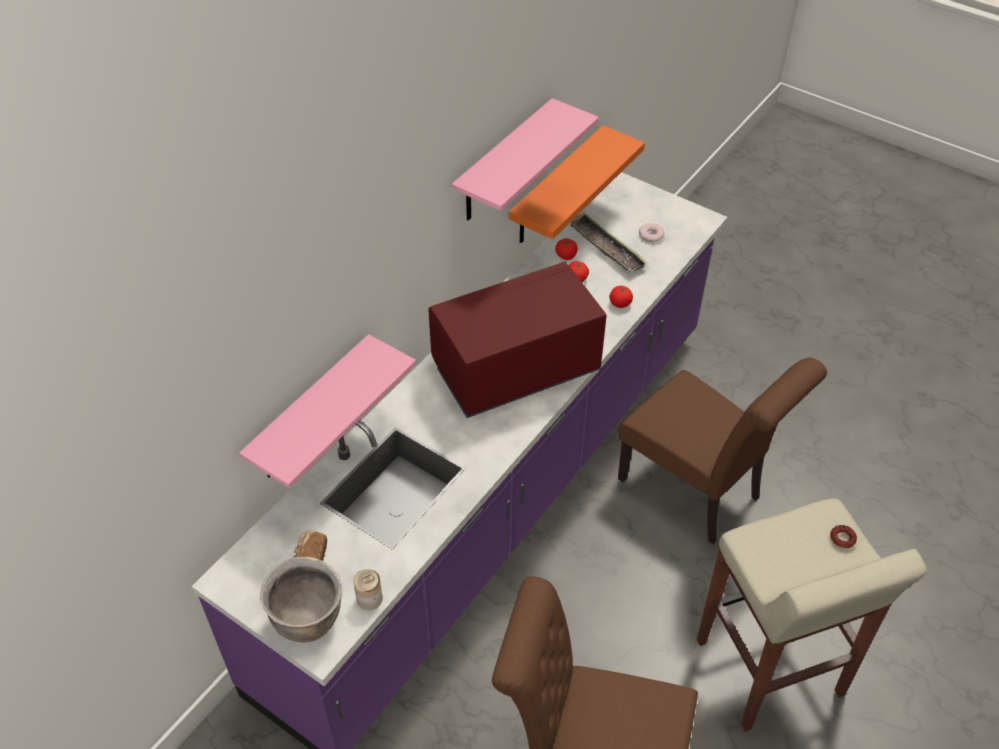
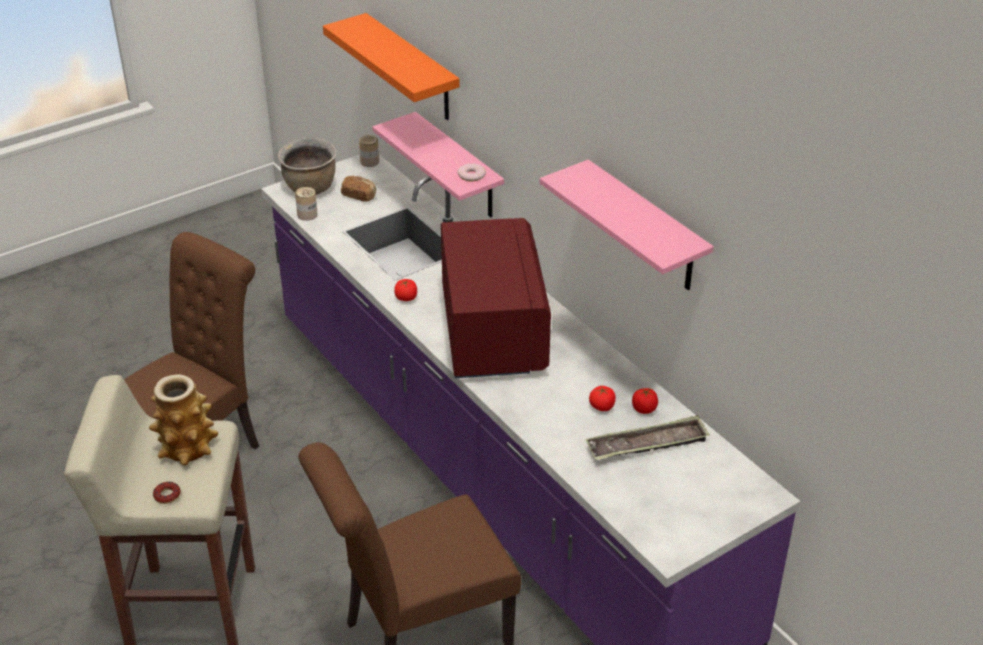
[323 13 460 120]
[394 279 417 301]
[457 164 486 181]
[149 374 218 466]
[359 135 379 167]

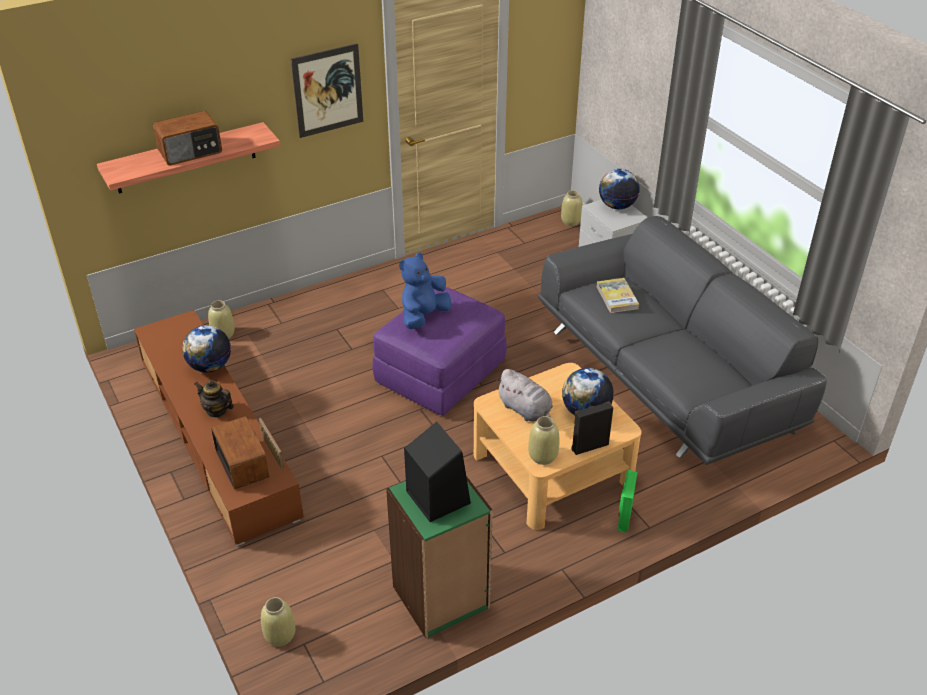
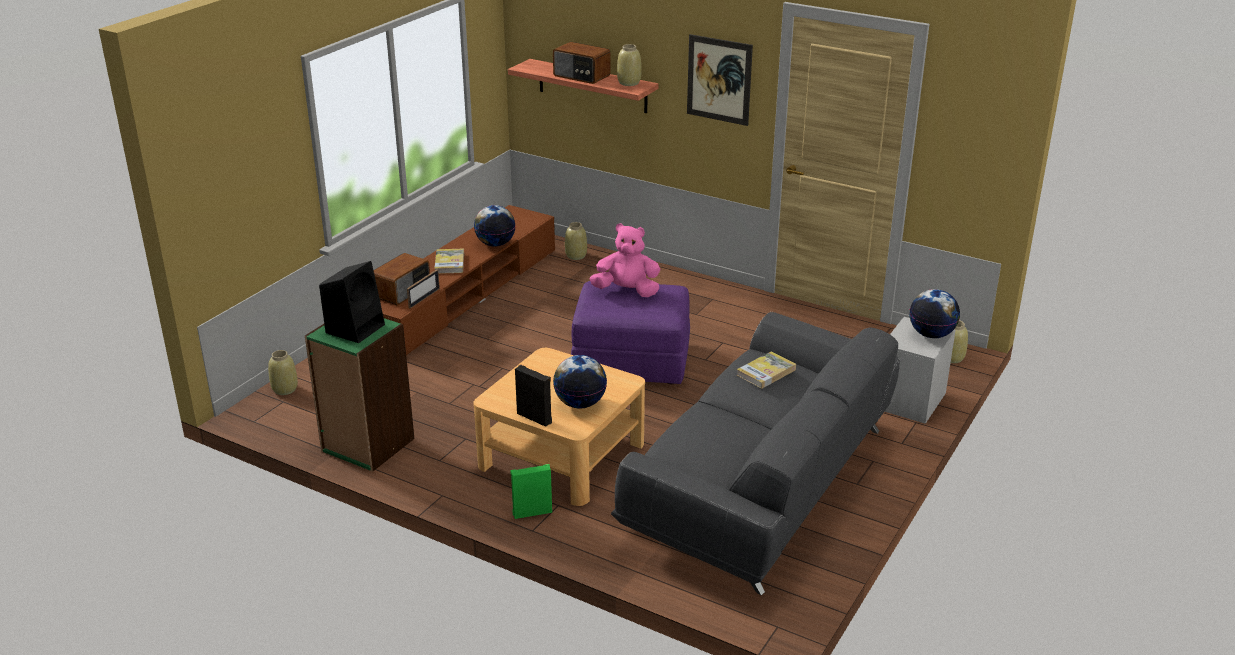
[434 248 464 274]
[590 223 660 297]
[496 369 553 421] (first image)
[617 44 641 86]

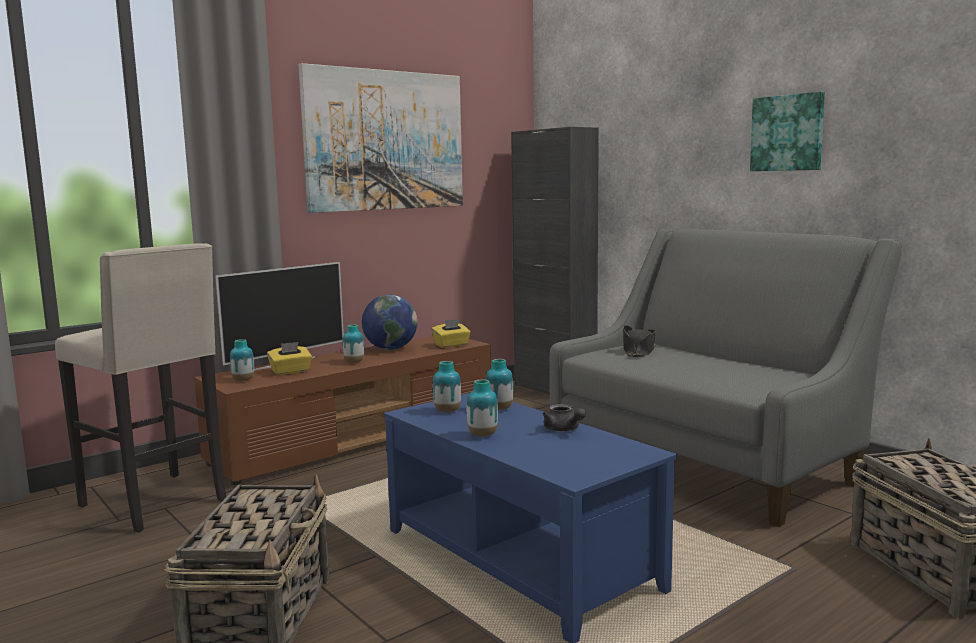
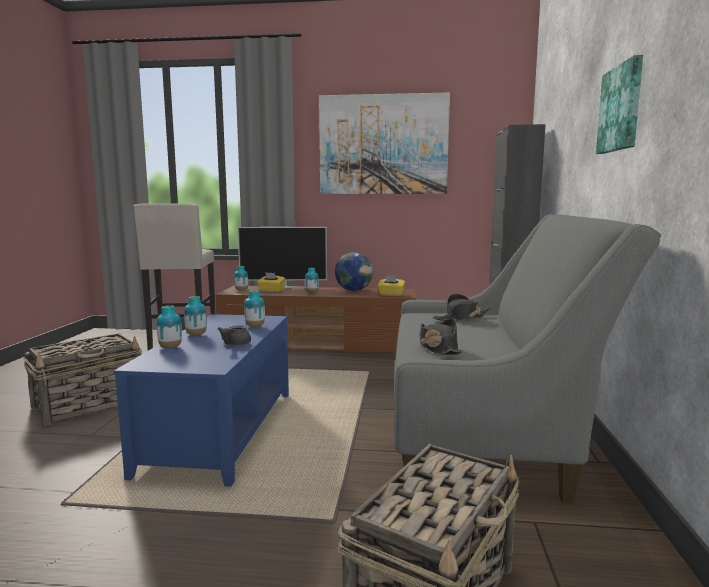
[157 305 182 349]
[419 319 463 355]

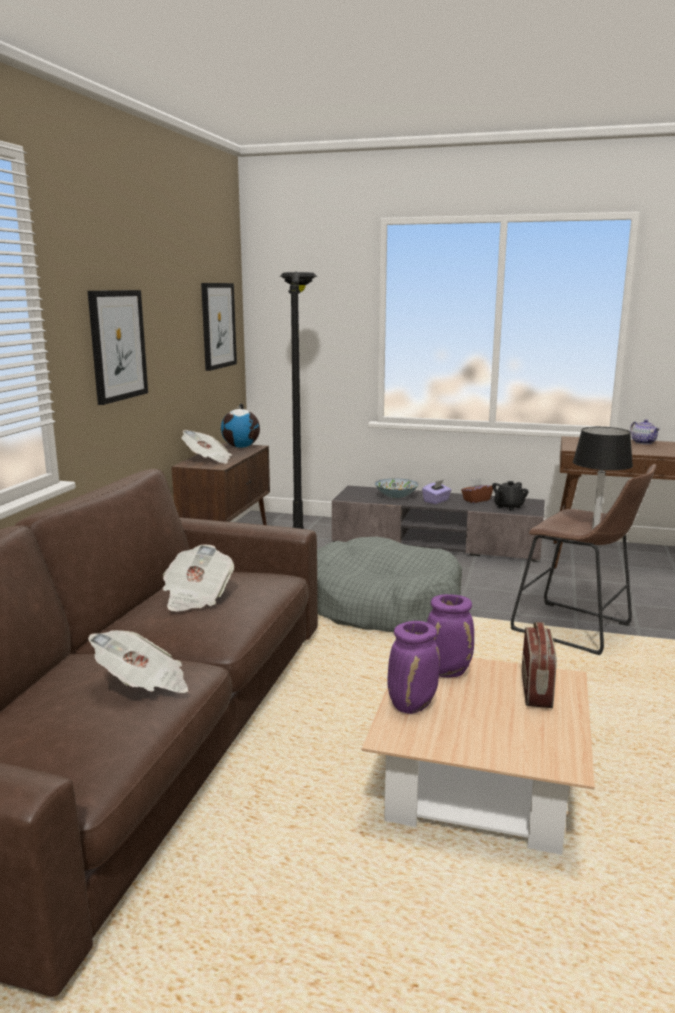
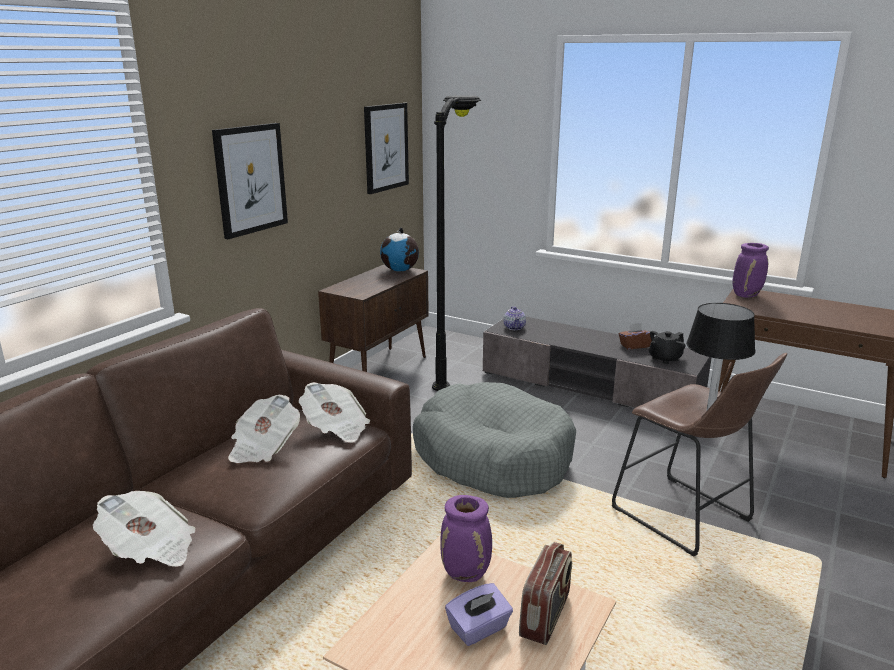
[299 382 370 443]
[375 479 419 498] (first image)
[732 243 769 298]
[445 583 513 646]
[503 306 526 330]

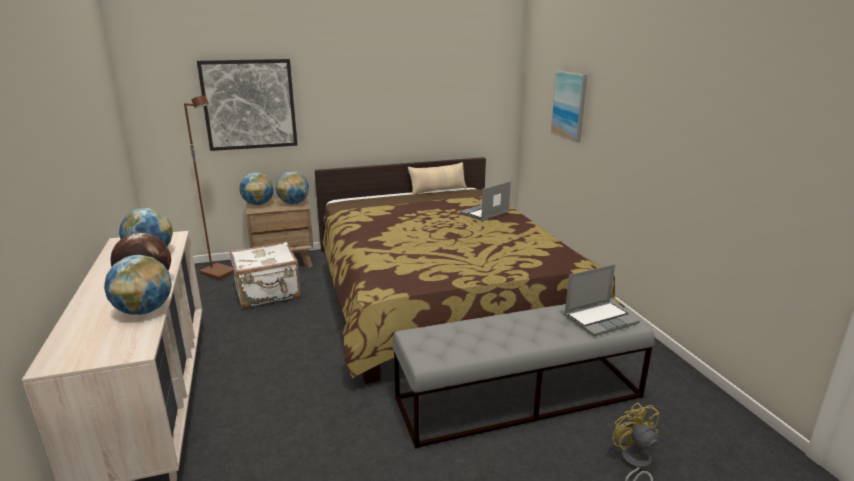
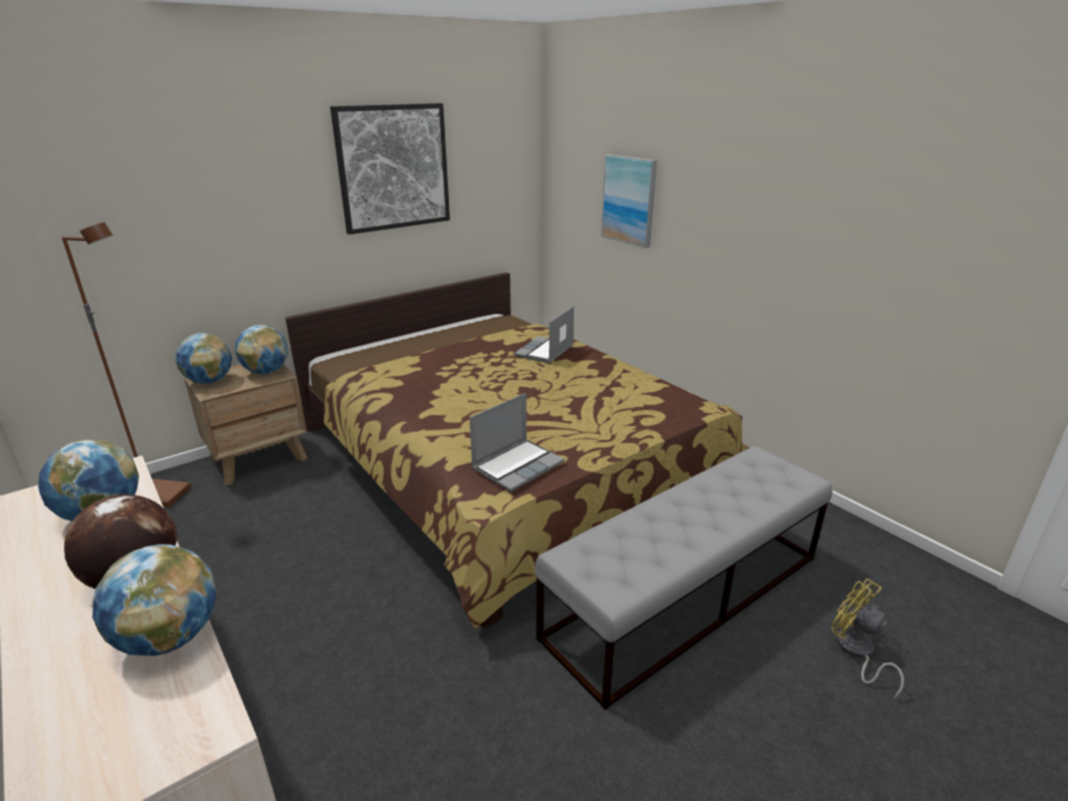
[330 103 450 235]
[229 242 300 308] (first image)
[408 162 467 195] (first image)
[470 393 564 492]

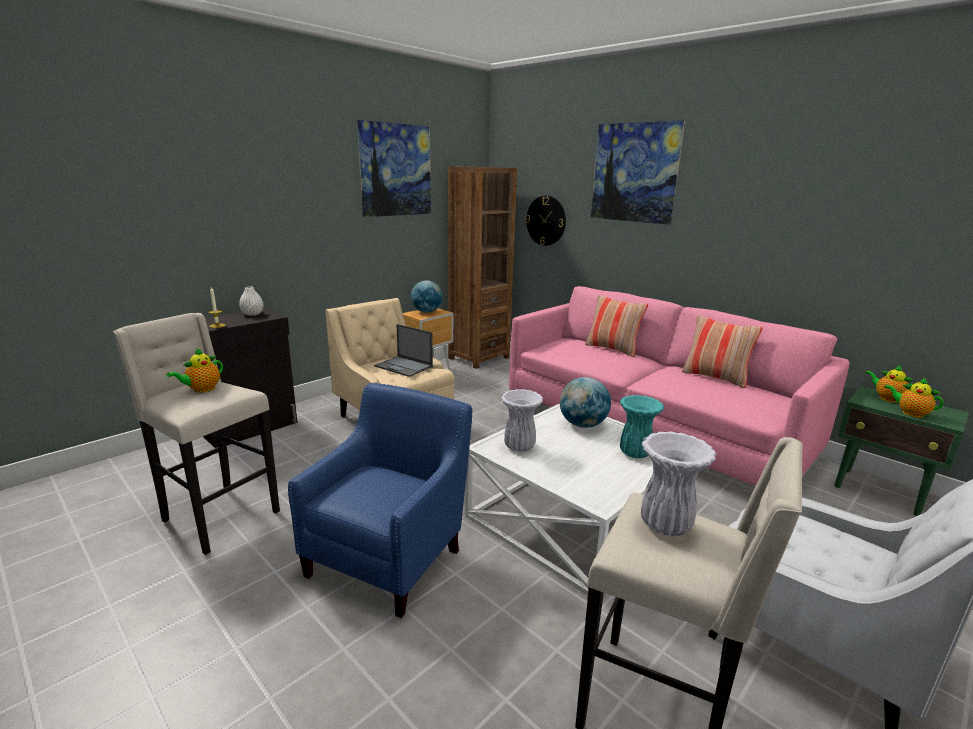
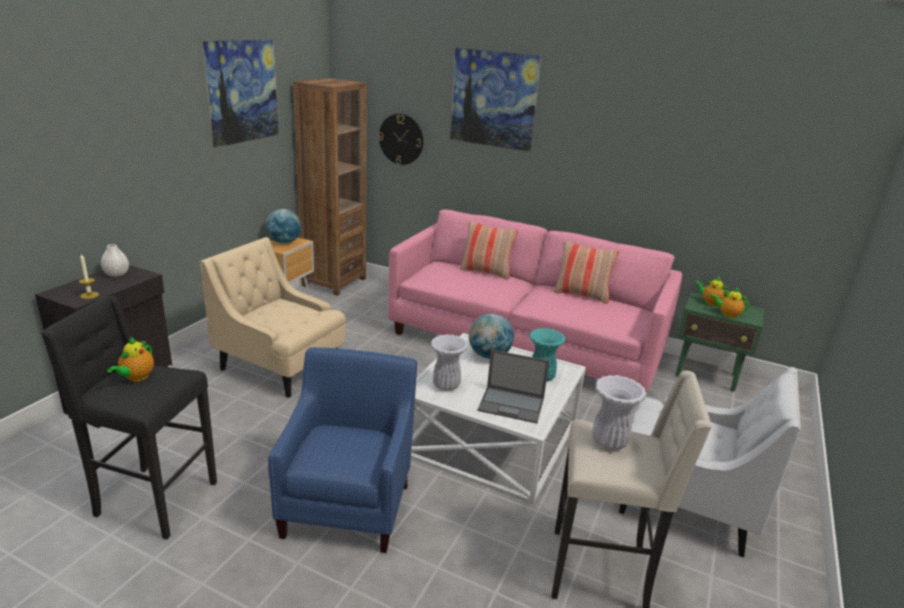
[41 296 217 539]
[478 350 549 423]

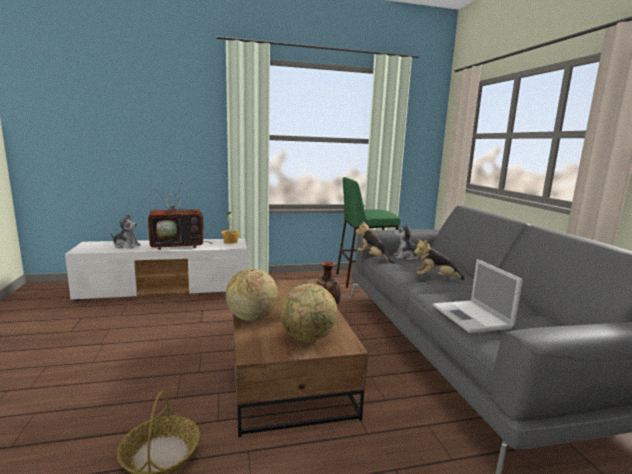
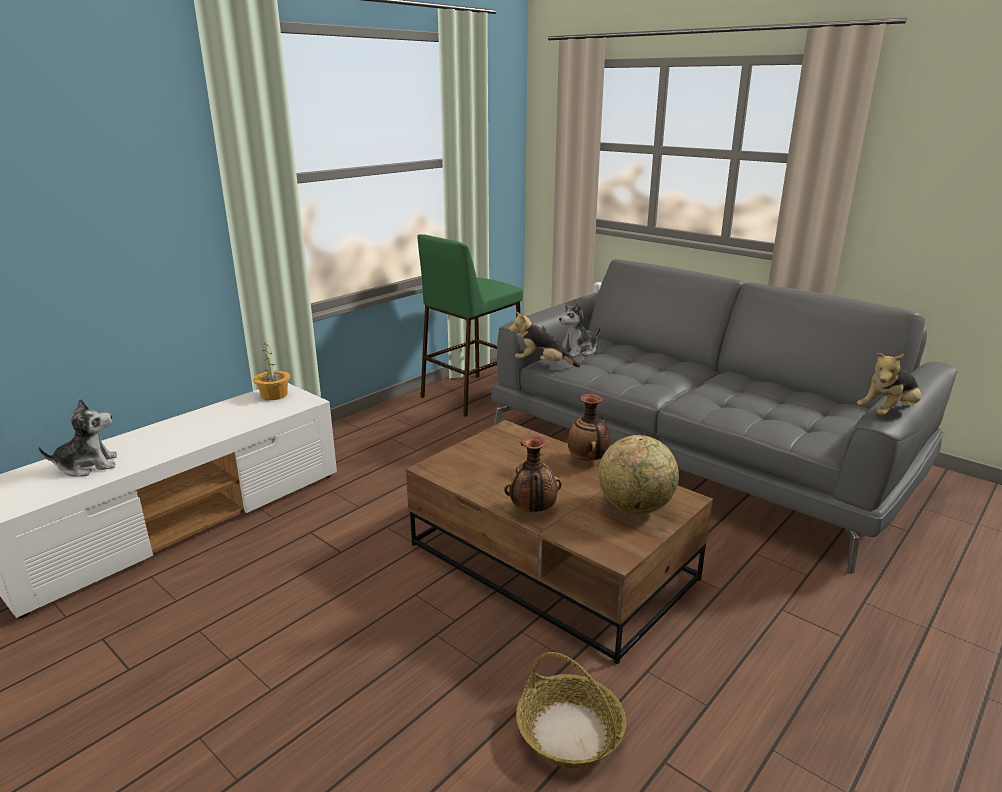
[148 180 212 250] (first image)
[504 436 561 512]
[857 353 921 416]
[433 259 523 333] (first image)

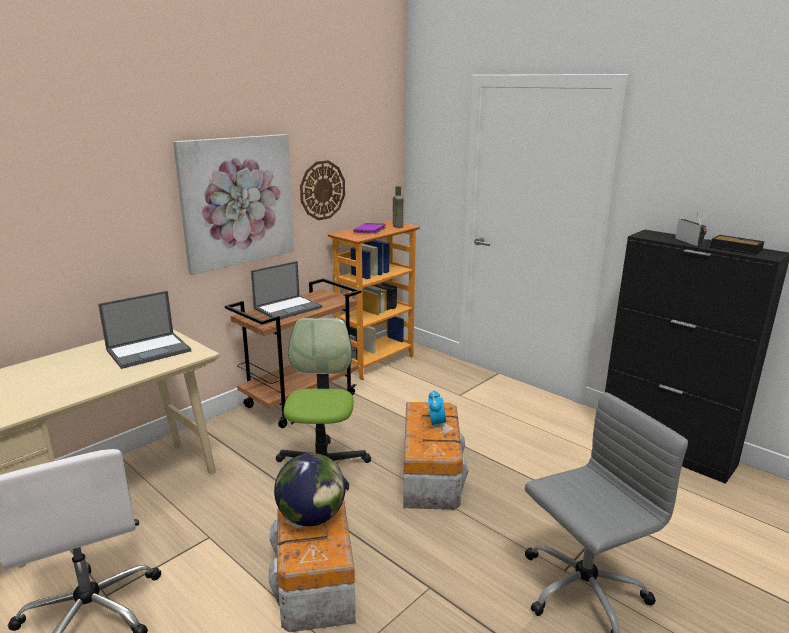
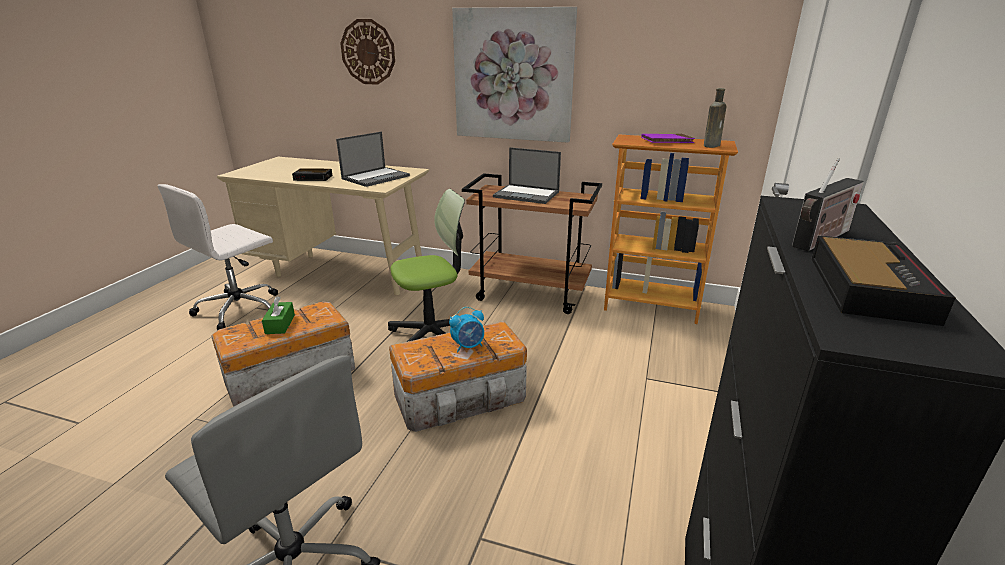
[336 132 410 187]
[262 296 295 334]
[340 19 395 85]
[292 168 333 181]

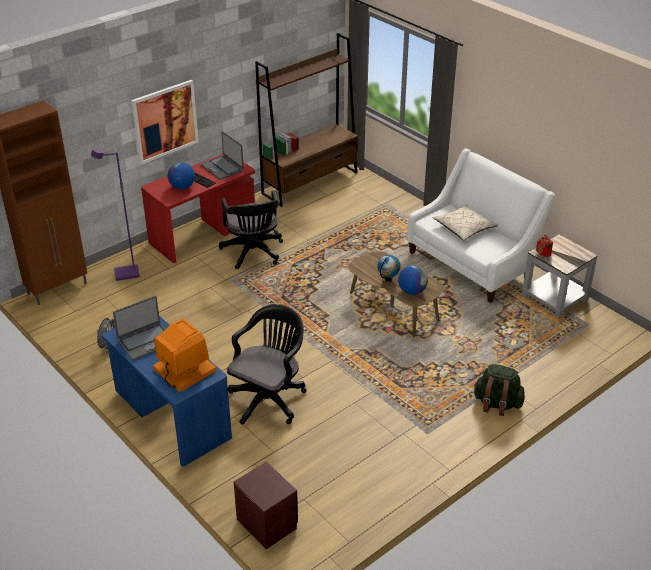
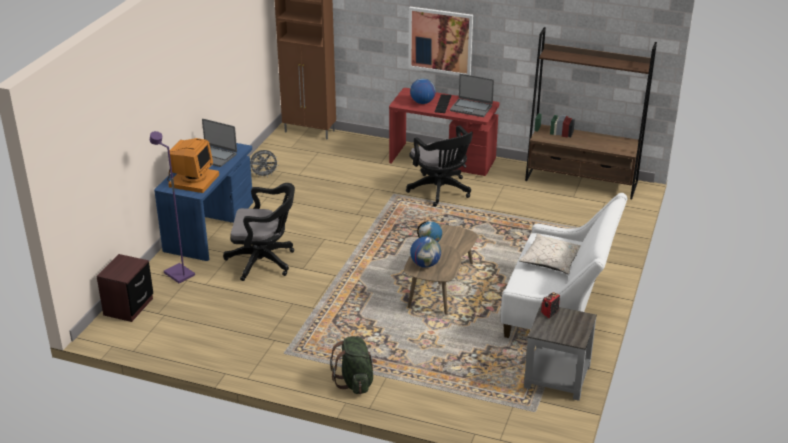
[150 131 195 284]
[450 74 494 117]
[406 125 473 207]

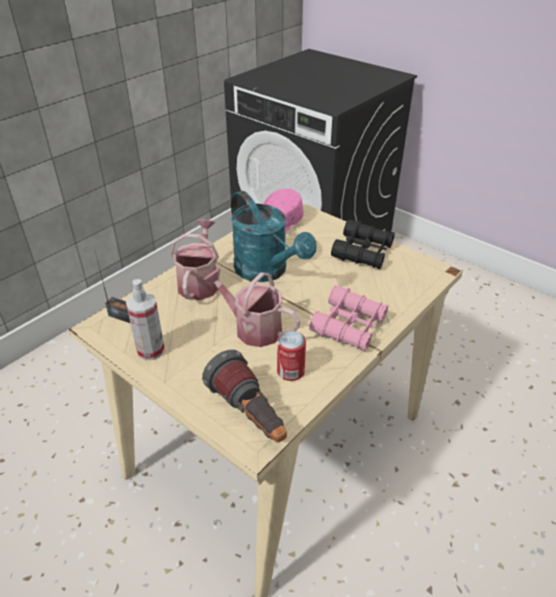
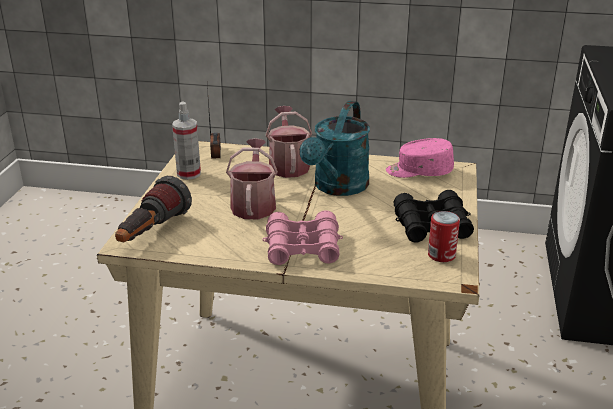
[266 106 312 178]
[428 211 460 262]

